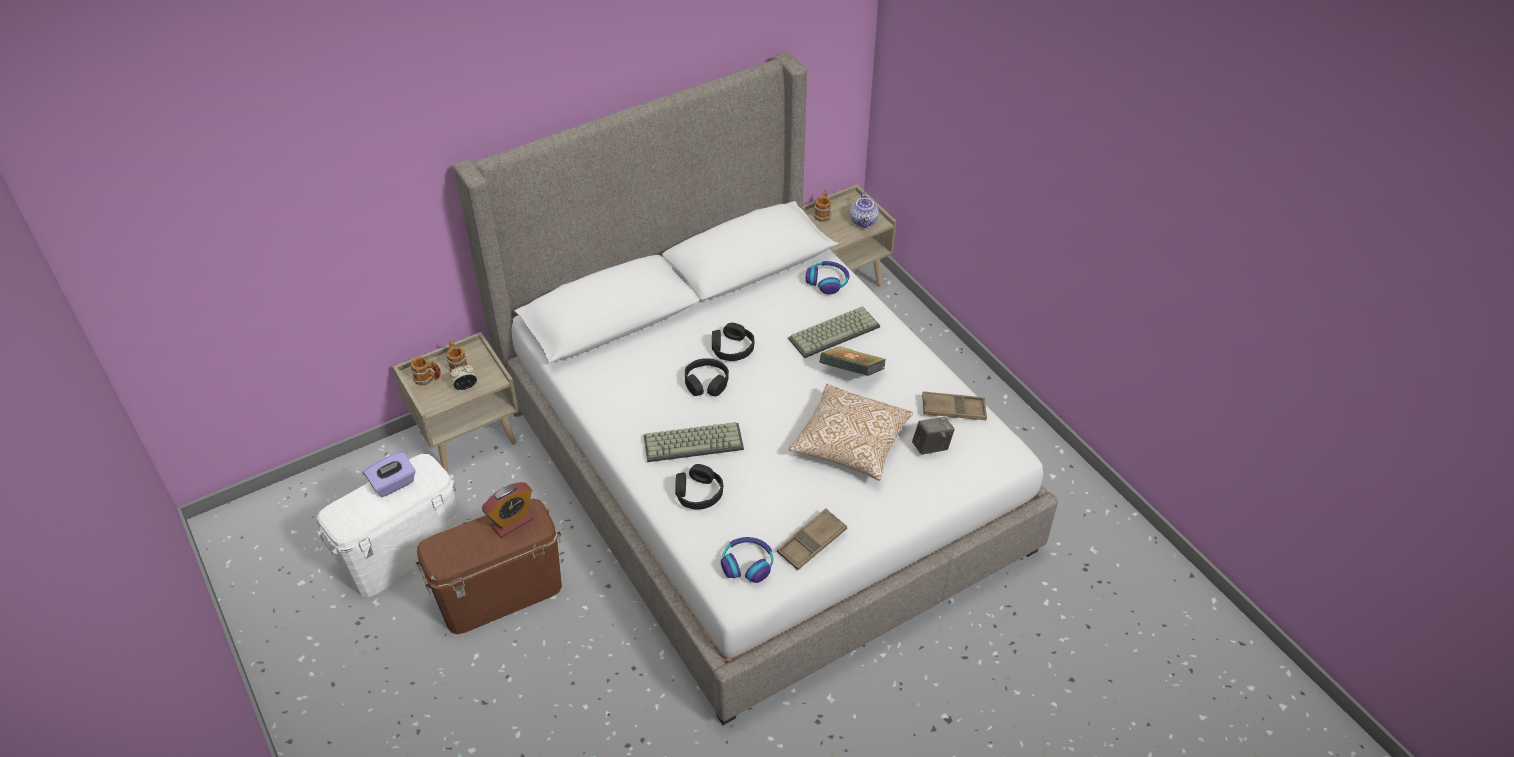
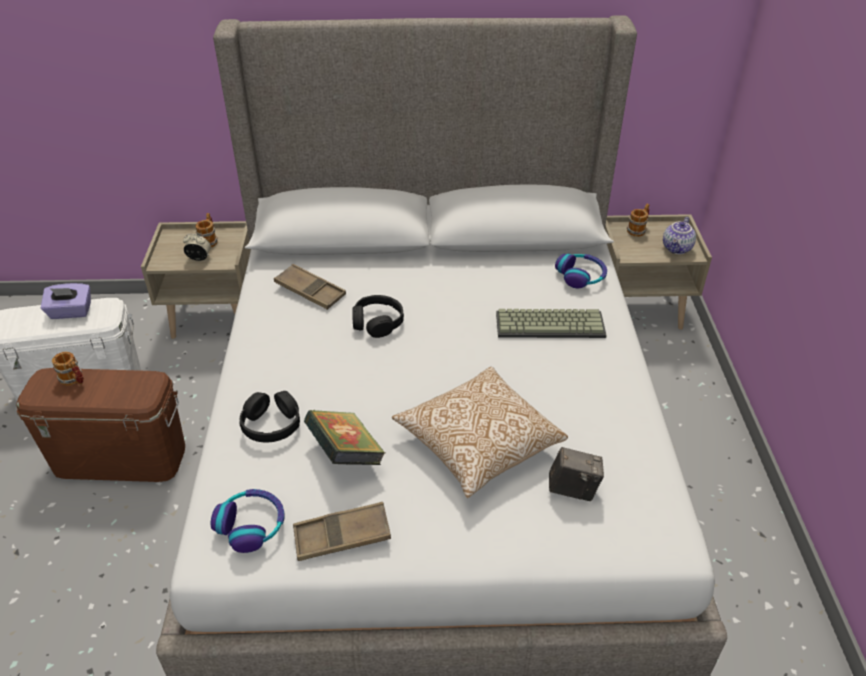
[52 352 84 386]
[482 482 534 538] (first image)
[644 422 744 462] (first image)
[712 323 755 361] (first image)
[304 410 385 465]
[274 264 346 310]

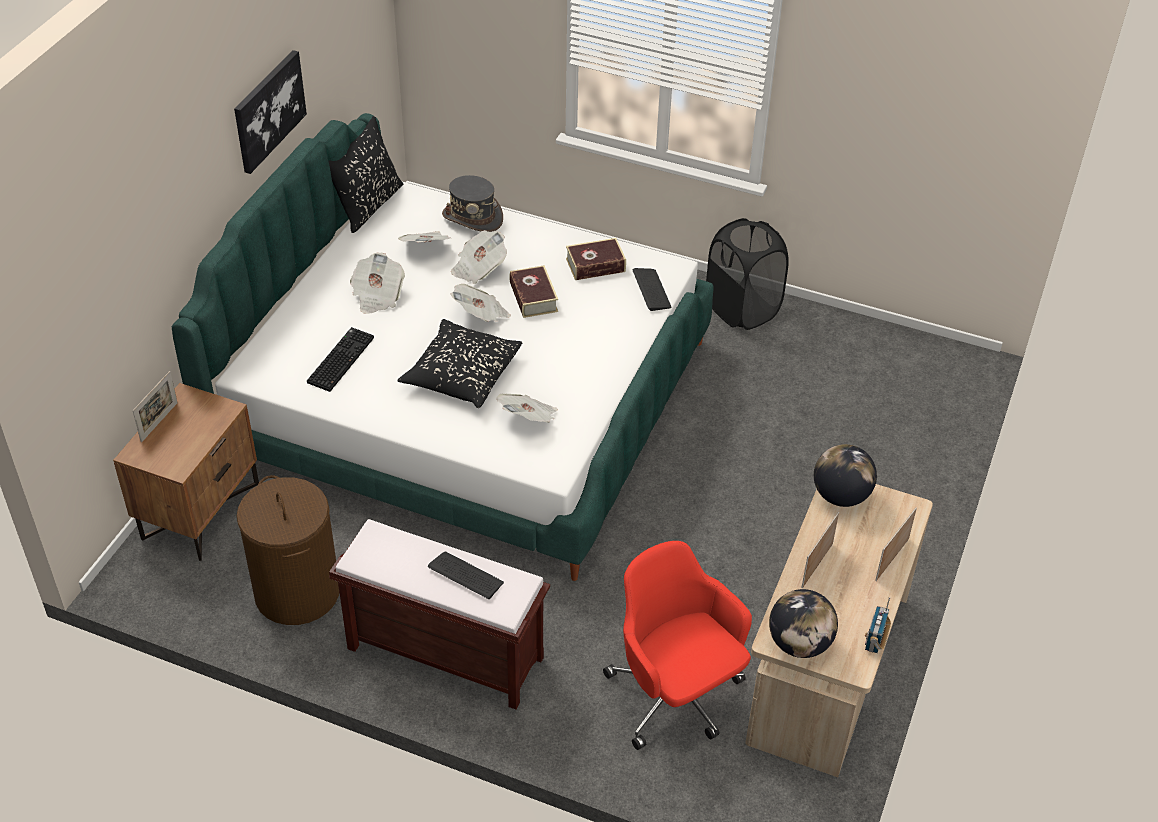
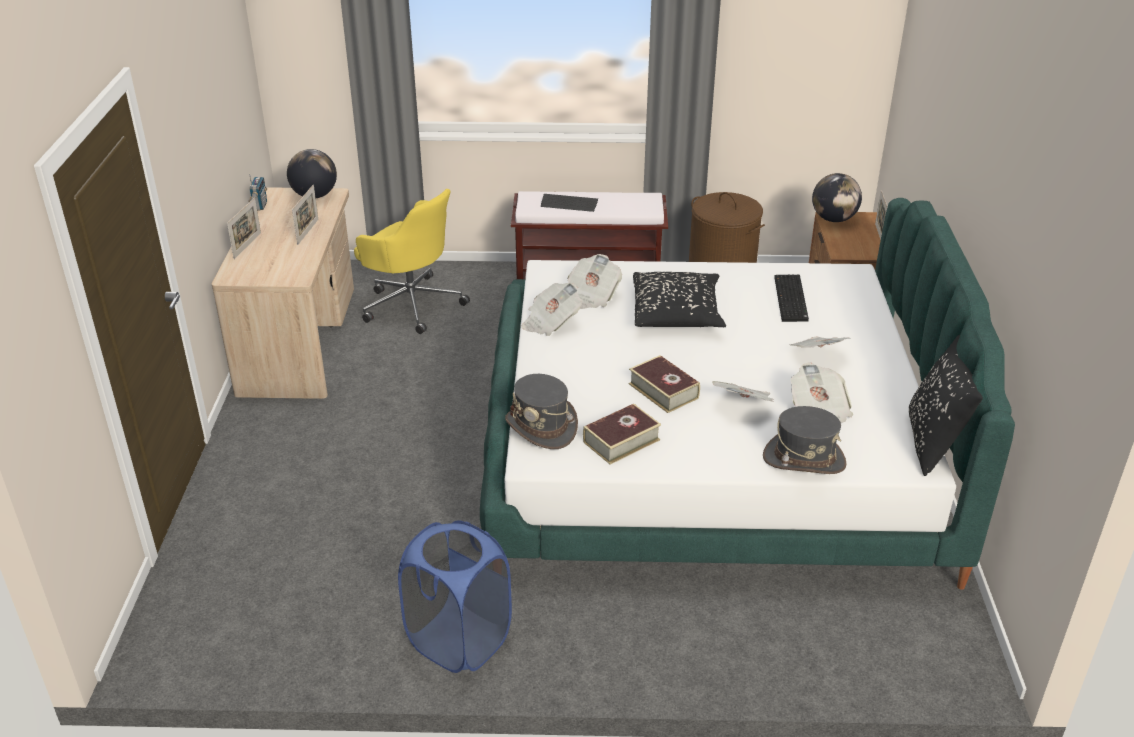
[234 50 307 174] (first image)
[522 283 582 336]
[354 189 470 334]
[505 374 578 449]
[398 520 512 673]
[812 173 862 222]

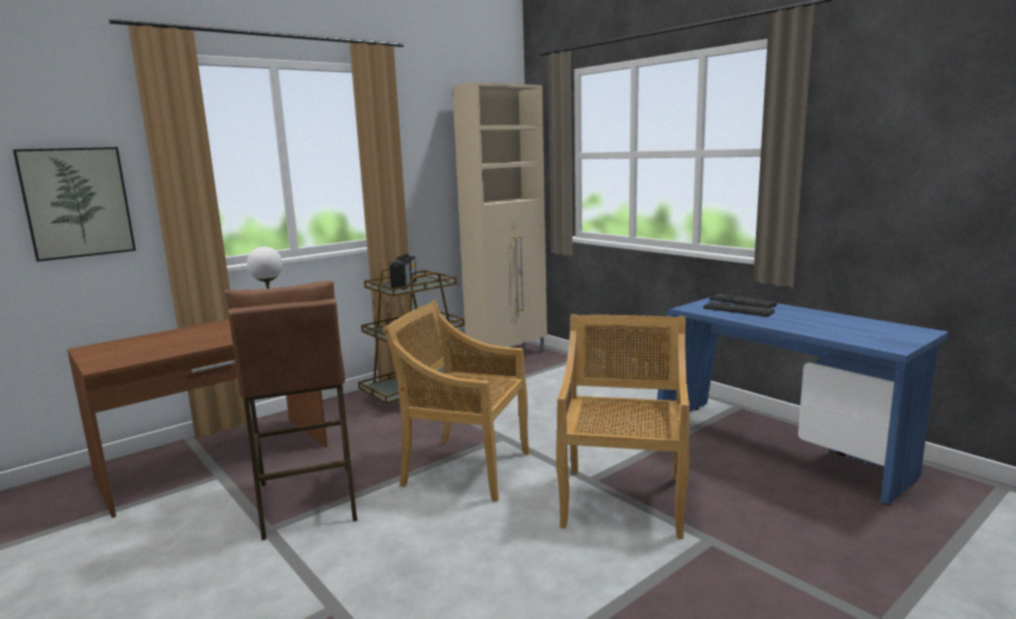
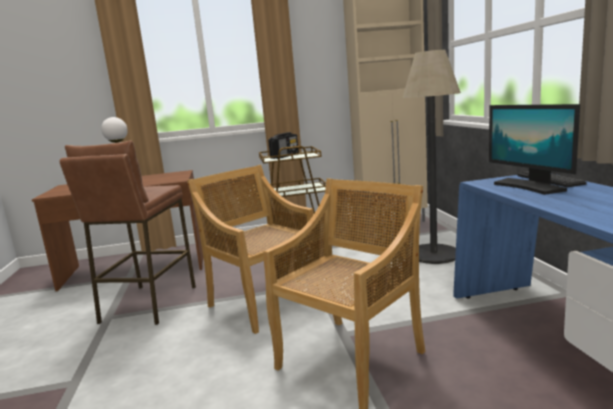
[13 147 136 262] (first image)
[489 104 580 195]
[402 50 461 264]

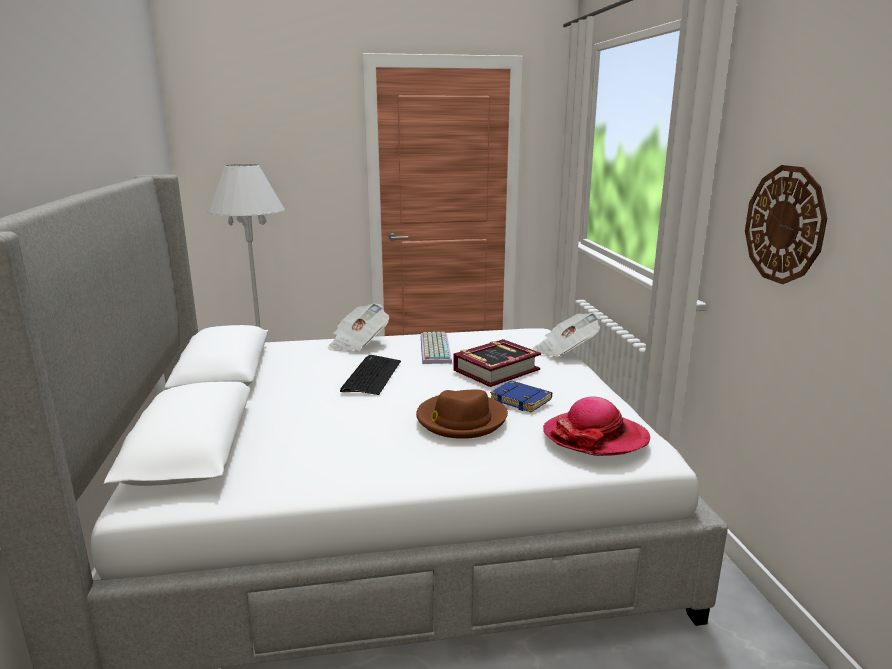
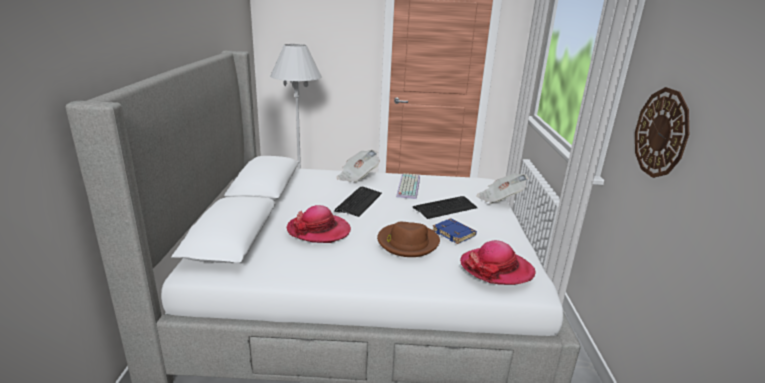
[412 196 478 219]
[287 205 351 243]

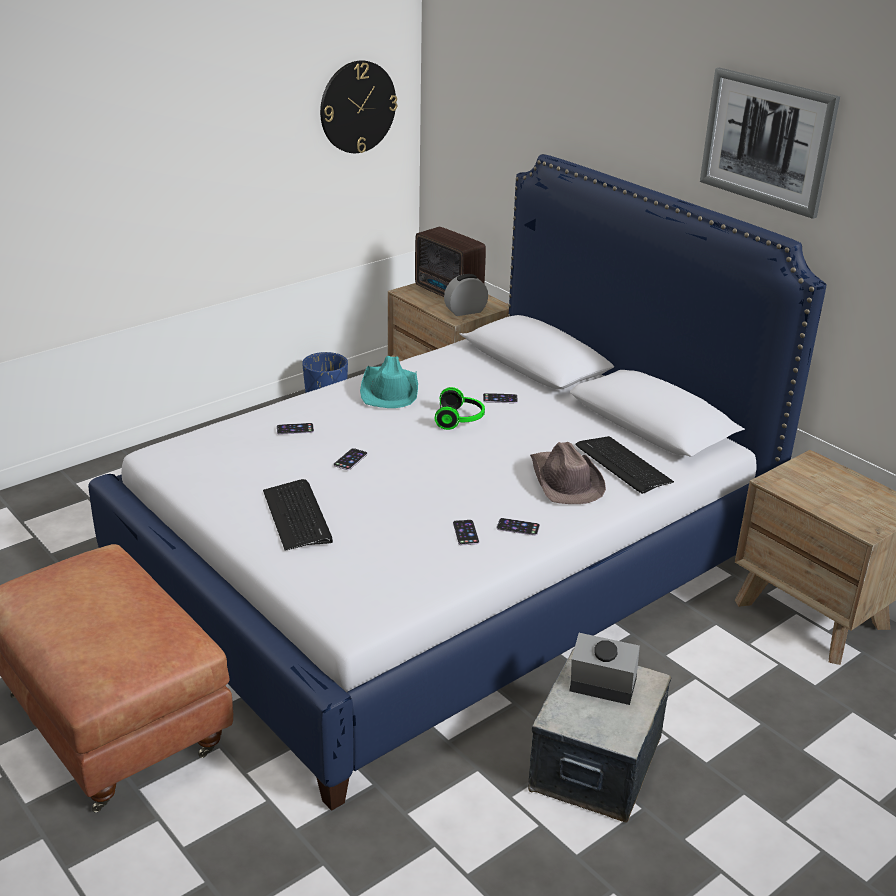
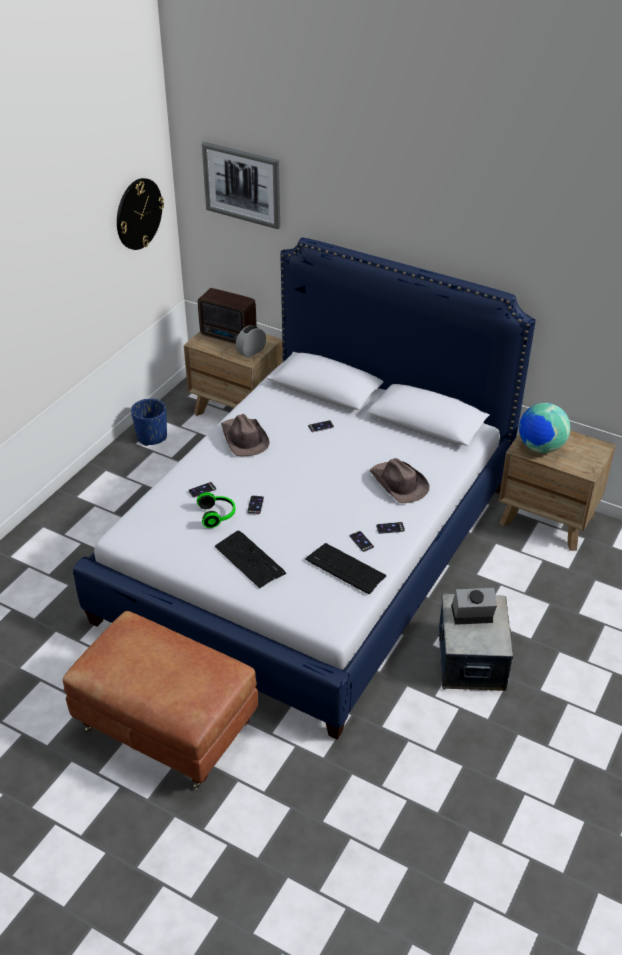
[221 414 270 456]
[197 492 235 528]
[305 543 387 594]
[202 142 280 229]
[519 403 571 453]

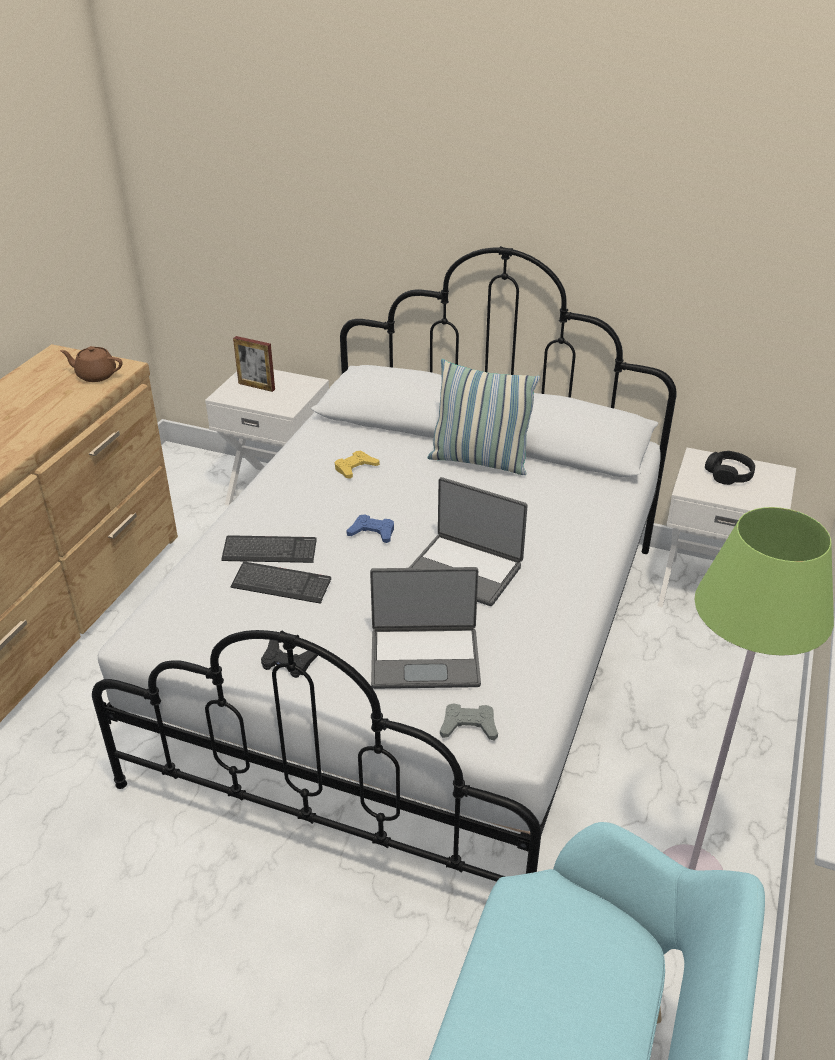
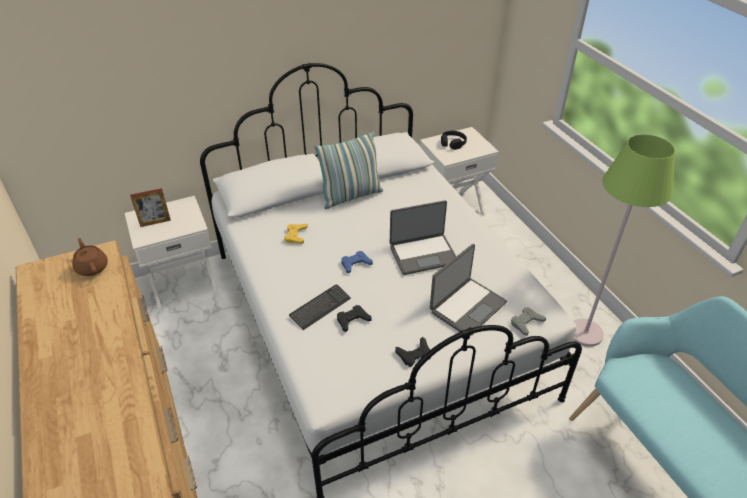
[72 238 108 276]
[337 305 372 332]

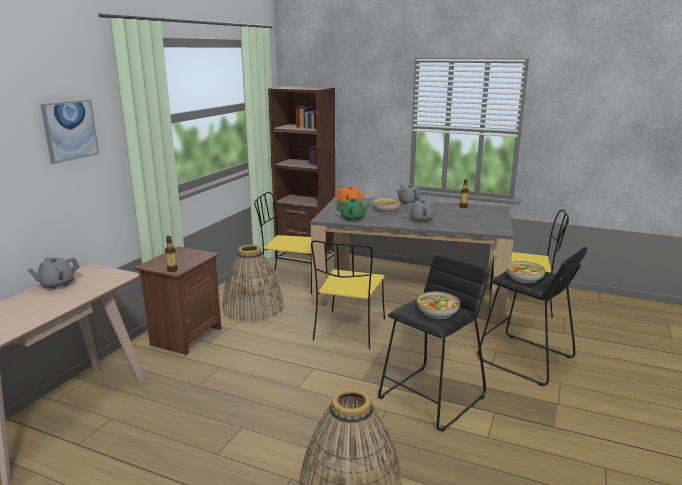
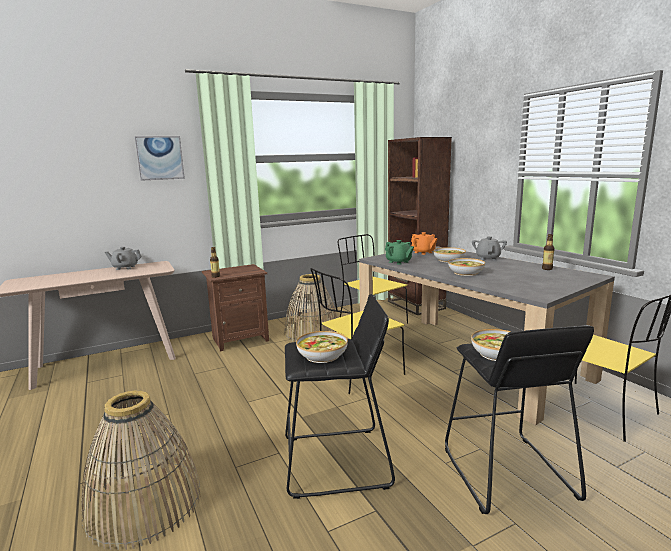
[448 258 485 276]

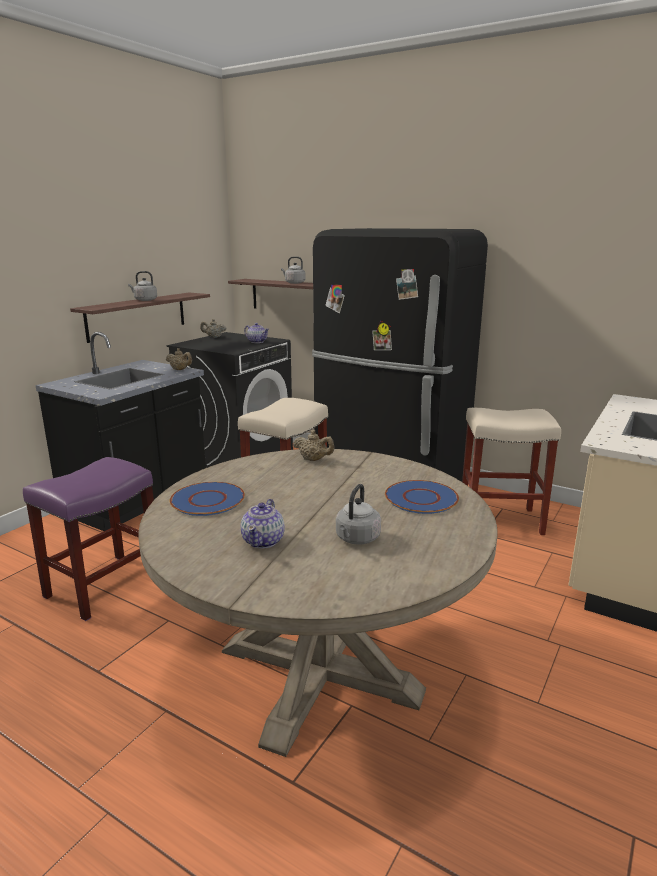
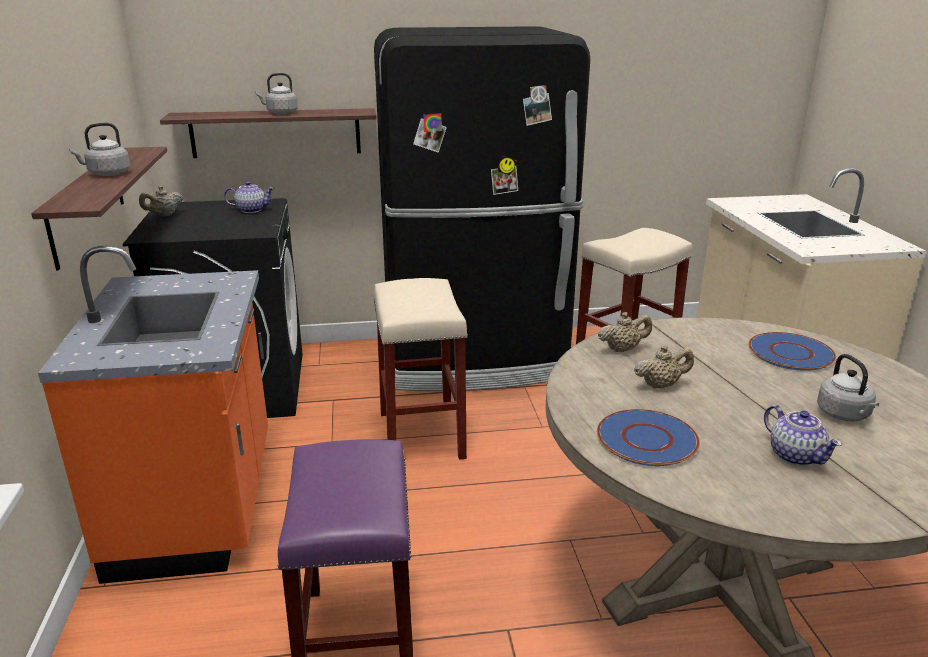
[38 246 268 584]
[634 345 694 389]

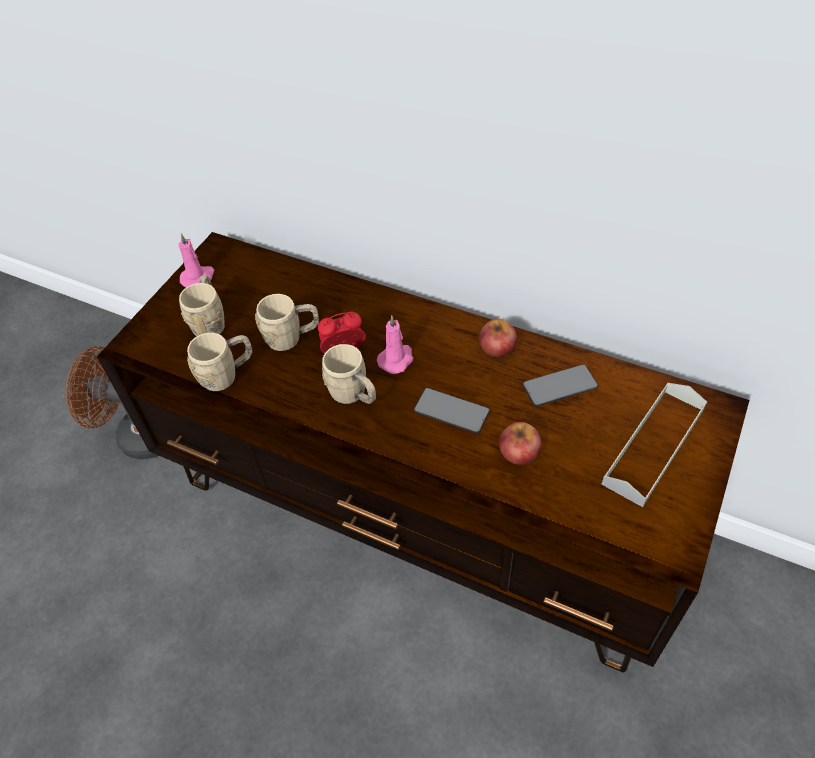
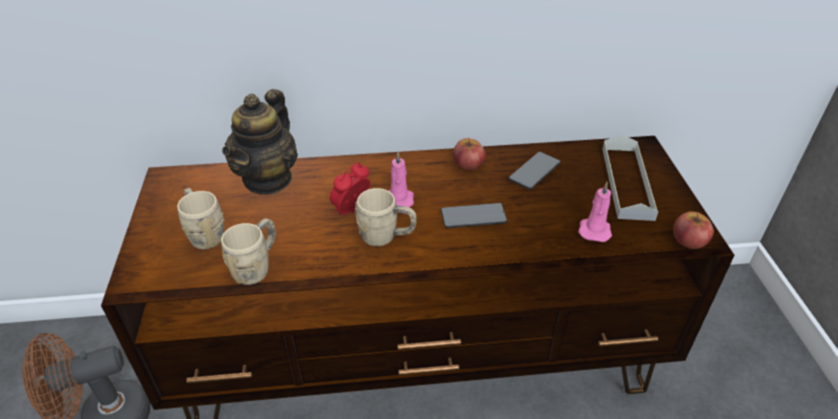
[578 182 612 242]
[255 294 319 351] (first image)
[674 212 714 249]
[222 89 298 195]

